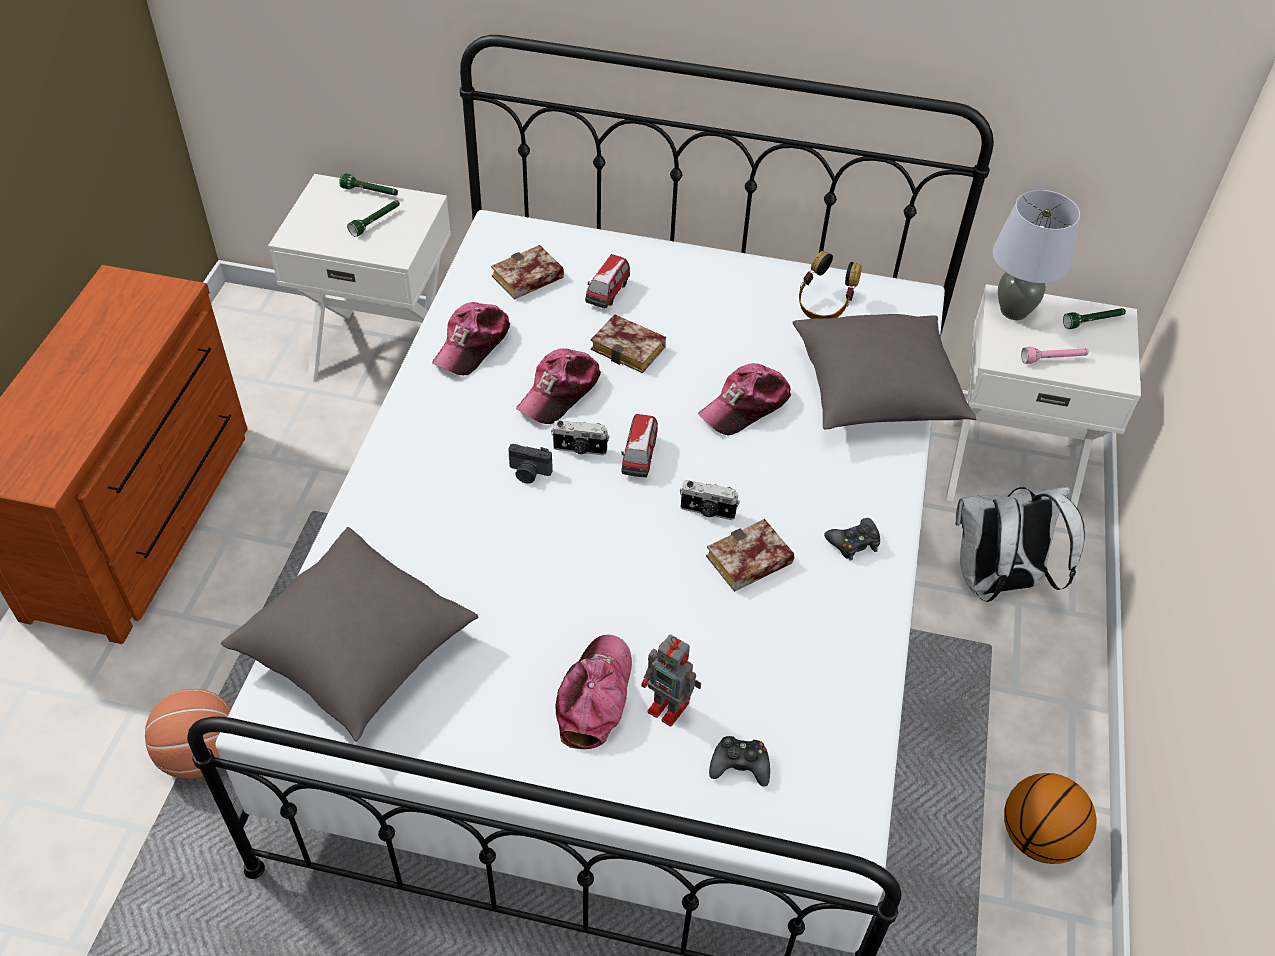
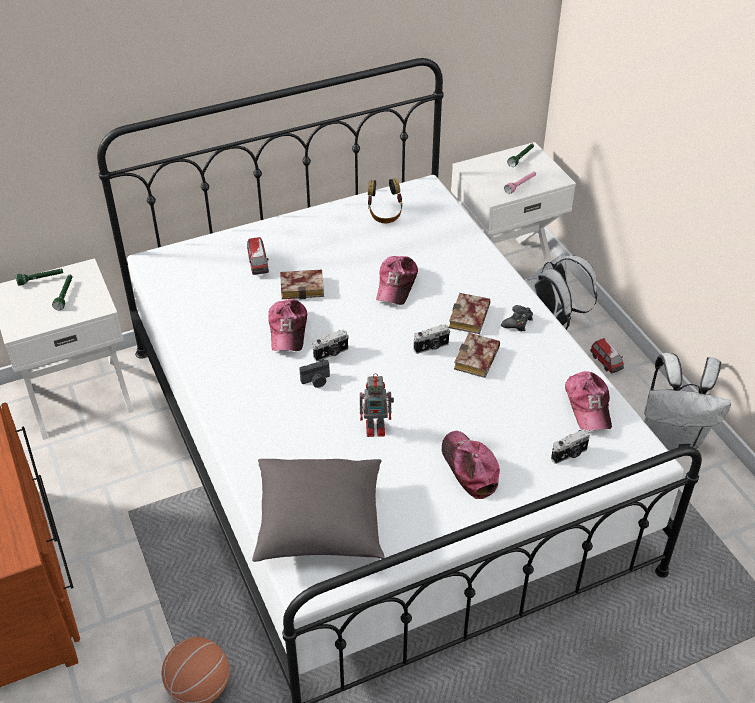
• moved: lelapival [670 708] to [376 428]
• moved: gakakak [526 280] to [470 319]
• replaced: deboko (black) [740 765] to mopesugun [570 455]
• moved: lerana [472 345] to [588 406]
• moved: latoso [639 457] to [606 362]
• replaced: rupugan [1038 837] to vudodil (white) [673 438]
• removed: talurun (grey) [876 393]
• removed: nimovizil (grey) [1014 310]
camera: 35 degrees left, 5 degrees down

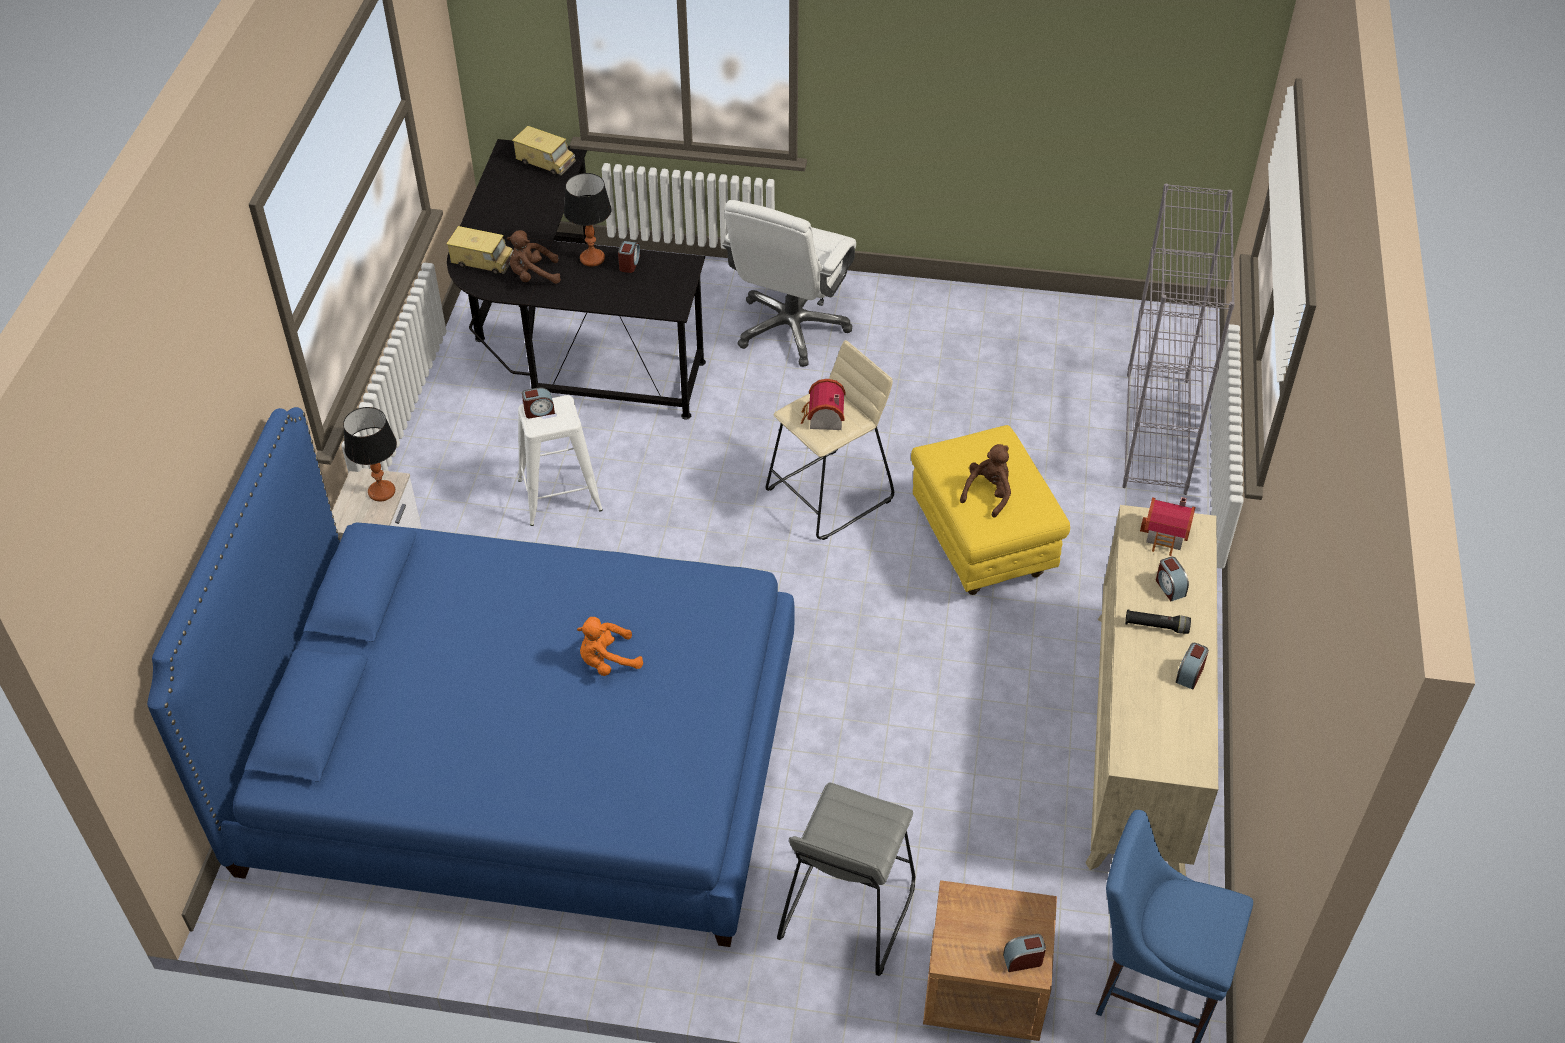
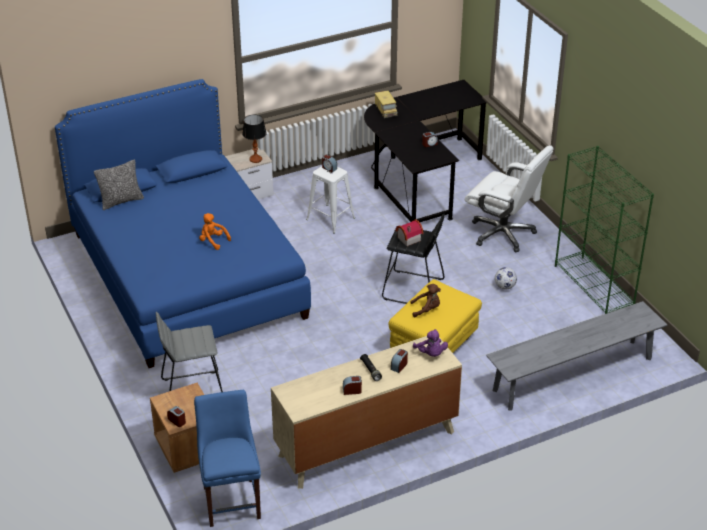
• added: talurun [121 201]
• recoloured: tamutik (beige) [829 495] to tamutik (black) [413 290]
• replaced: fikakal [1166 536] to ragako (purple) [430 354]
• turned: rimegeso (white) [791 328] = [503 233] 135 degrees counterclockwise
• replaced: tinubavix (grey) [1156 433] to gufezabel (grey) [573 374]
• added: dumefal [505 287]
• added: tinubavix (green) [594 286]
• removed: ragako (brown) [533 275]
• removed: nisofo [545 161]
• removed: nimovizil [592 258]
camera: 55 degrees right, 10 degrees down

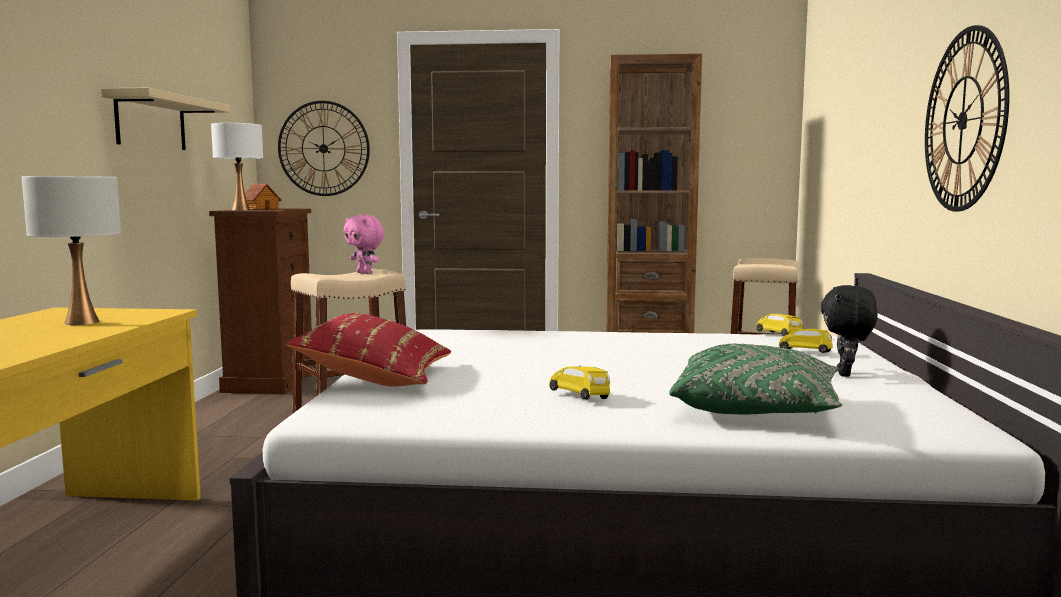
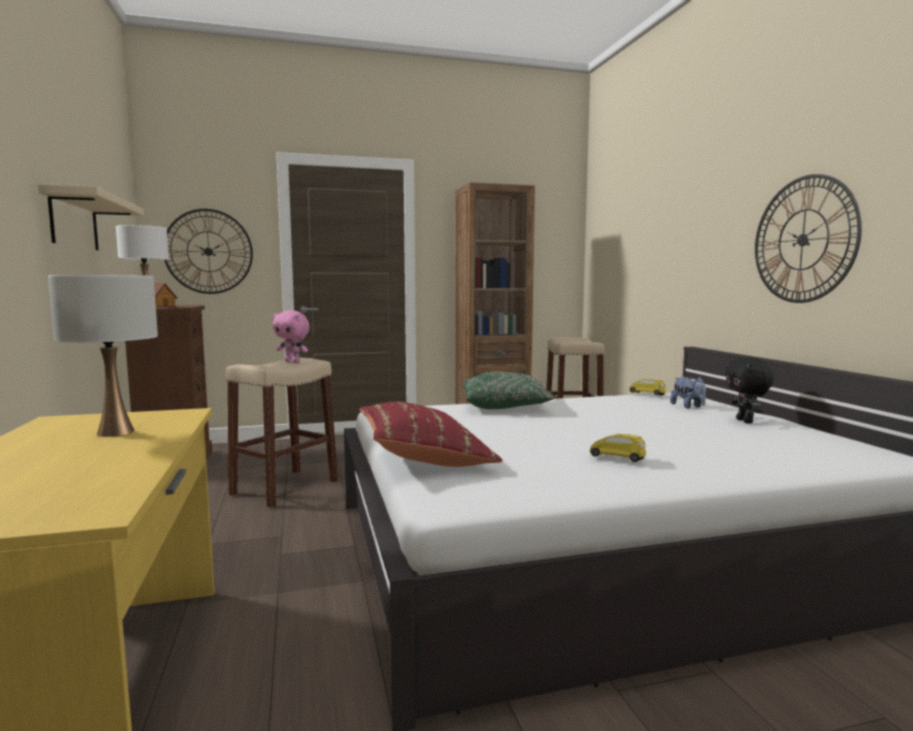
• moved: talurun (green) [756 409] to [505 406]
• replaced: latoso (yellow) [805 352] to ragako [688 406]
camera: 20 degrees left, 0 degrees up

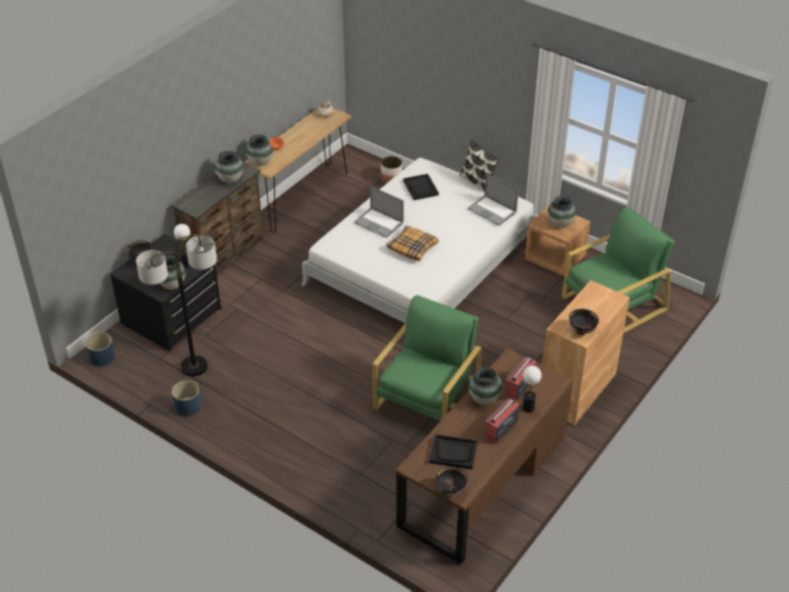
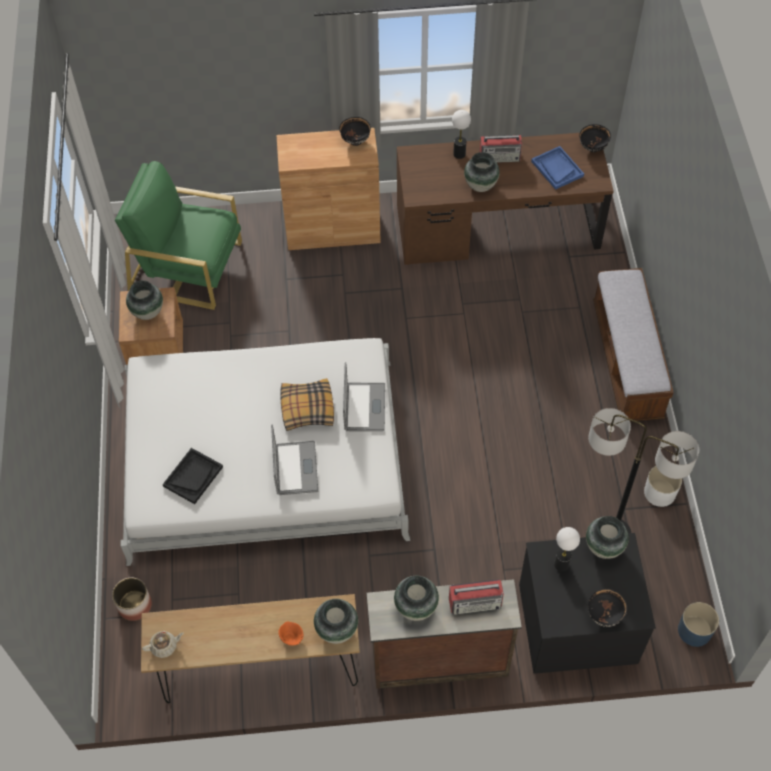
• moved: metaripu [492 210] to [364 407]
• moved: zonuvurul [519 386] to [476 603]
• recoloured: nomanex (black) [453 452] to nomanex (blue) [557 169]
• added: gufezabel [626 360]
• recoloured: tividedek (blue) [188 407] to tividedek (white) [660 492]
• removed: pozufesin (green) [427 397]
• removed: talurun [478 182]
camera: 130 degrees left, 15 degrees up

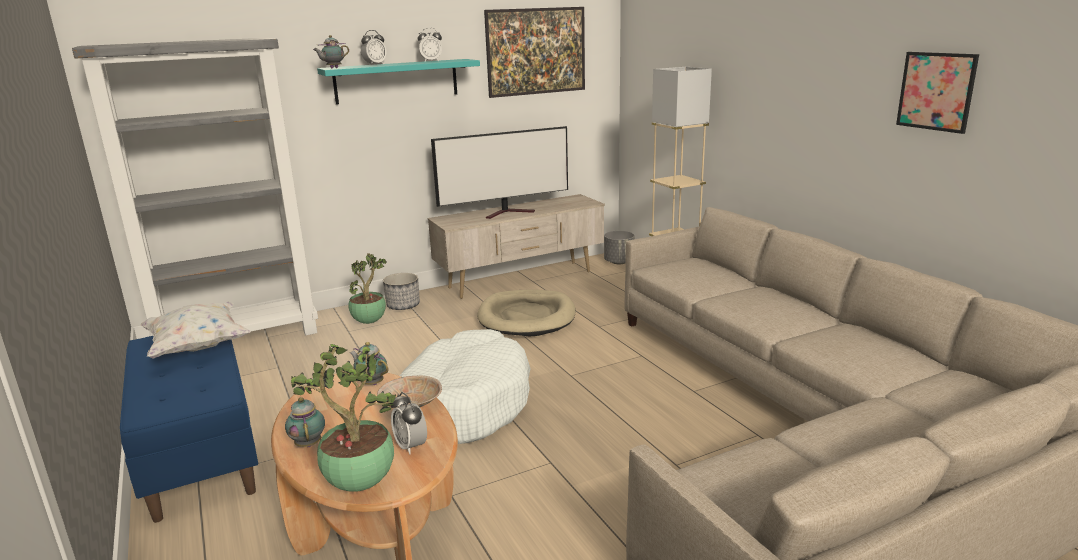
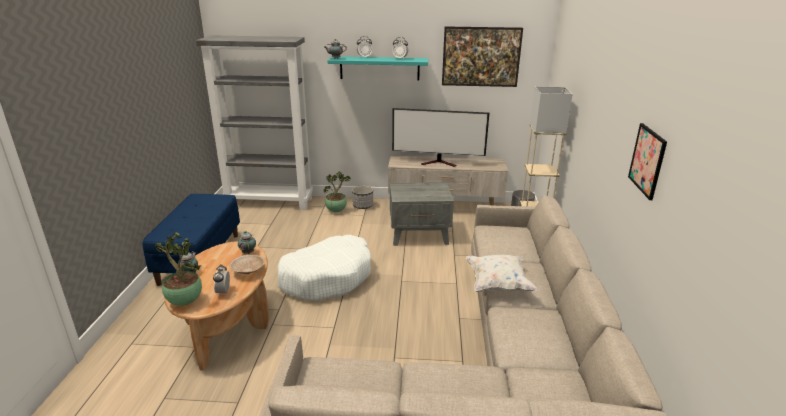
• replaced: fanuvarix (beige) [527 317] to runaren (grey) [419 235]
• moved: talurun (white) [198 347] to [497 284]
camera: 30 degrees right, 5 degrees up

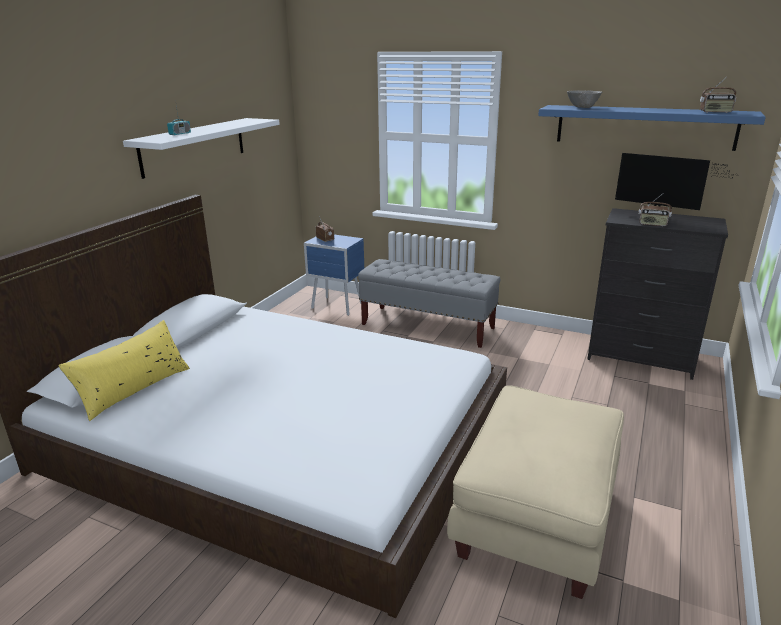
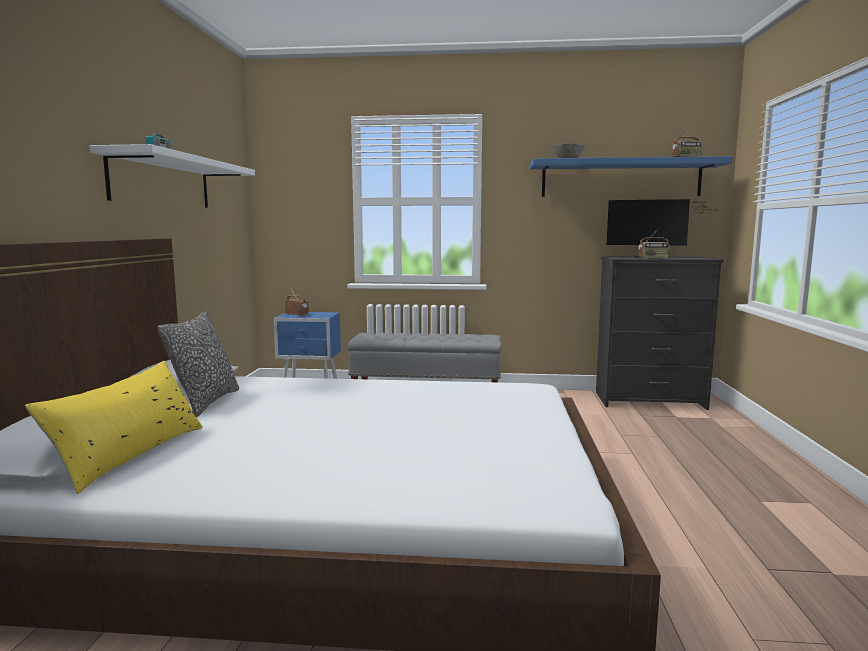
• added: talurun [205 402]
• removed: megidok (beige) [535 517]
camera: 20 degrees left, 15 degrees down

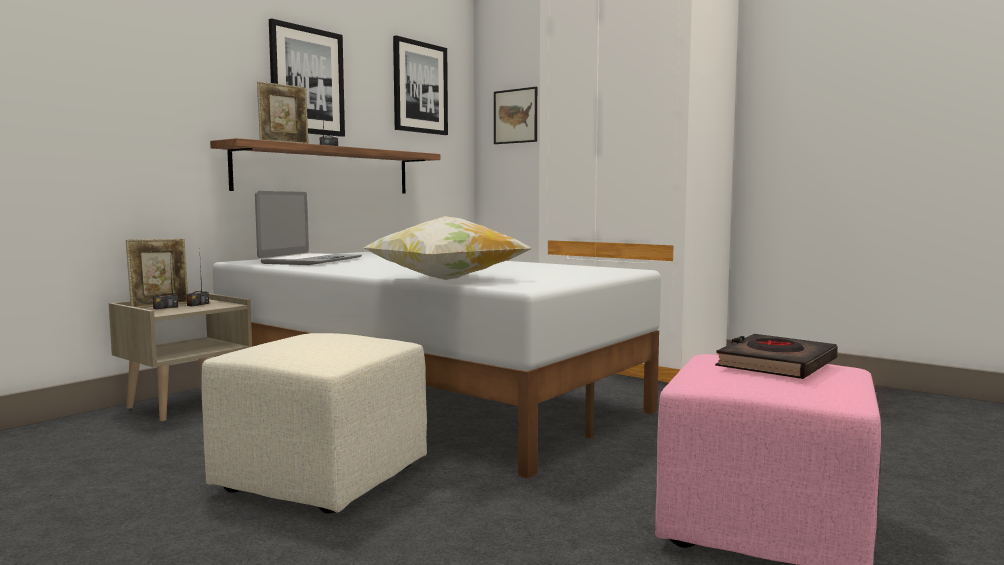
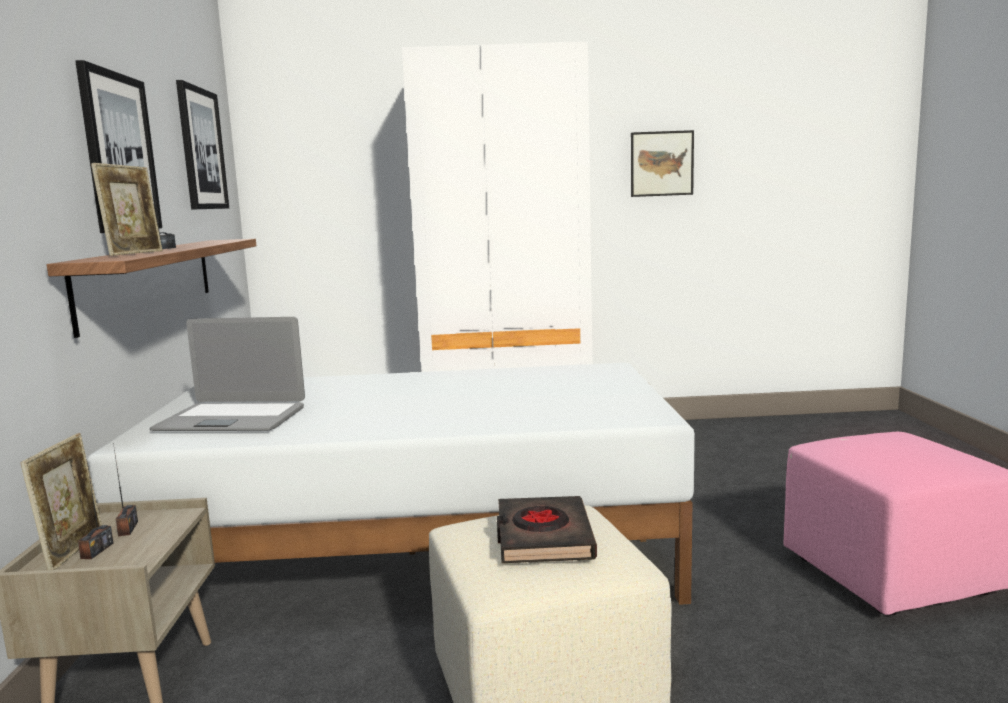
• turned: metaripu [310 261] = [232 419] 120 degrees clockwise
• moved: gakakak (black) [776 365] to [543 537]
• moved: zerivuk [515 116] to [661 163]
• removed: talurun [446 279]
camera: 40 degrees left, 5 degrees up

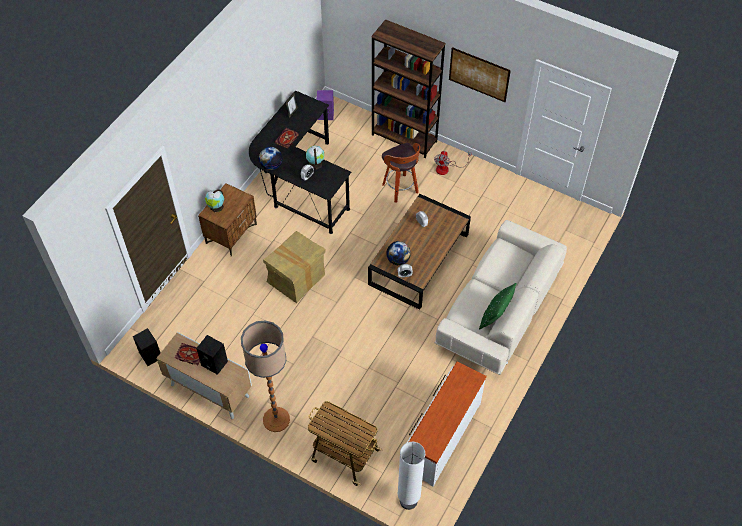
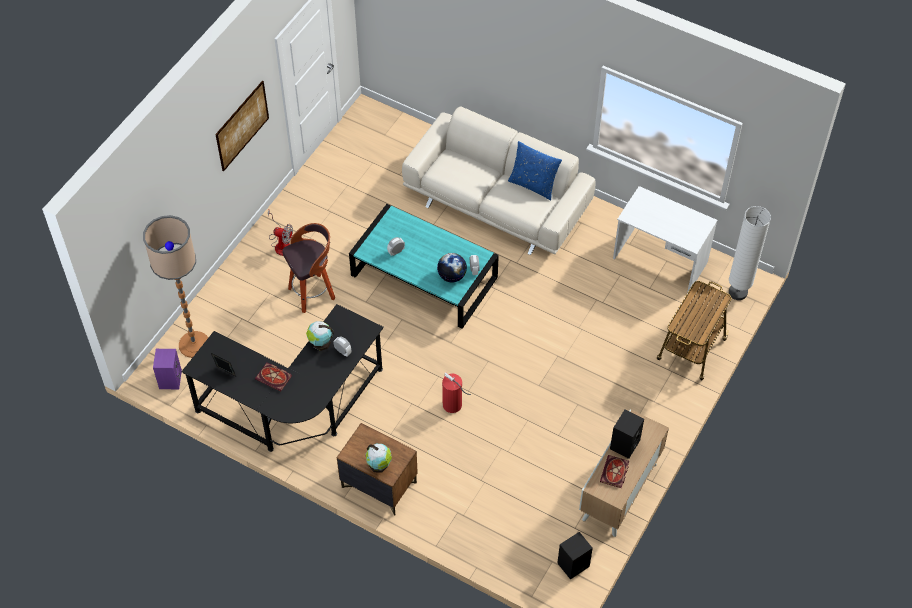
• moved: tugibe [276 419] to [194 345]
• recoloured: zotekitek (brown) [419 259] to zotekitek (turquoise) [424 276]
• replaced: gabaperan [296 278] to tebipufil [453 405]
• recoloured: talurun (green) [495 316] to talurun (blue) [533 185]
• replaced: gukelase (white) [442 436] to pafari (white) [660 261]
• removed: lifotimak [271 166]
• removed: tinubavix (brown) [404 138]
camera: 90 degrees left, 0 degrees up

